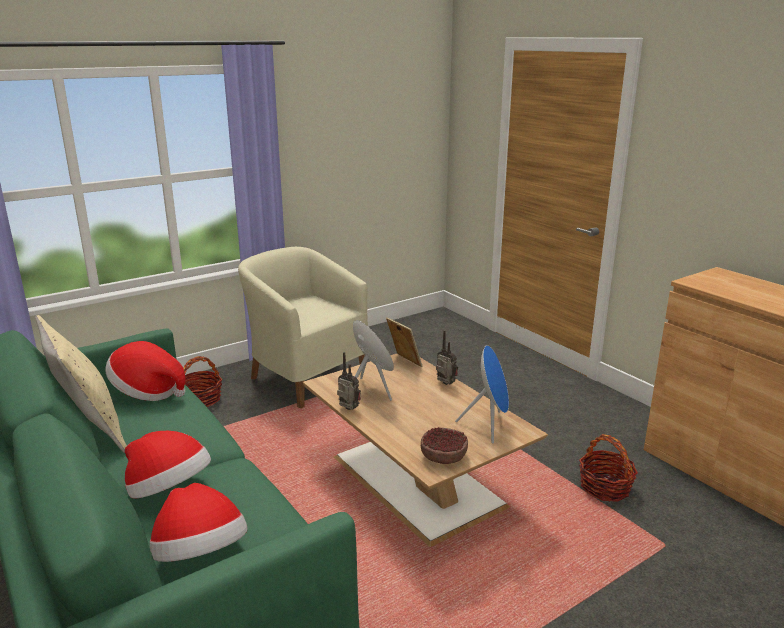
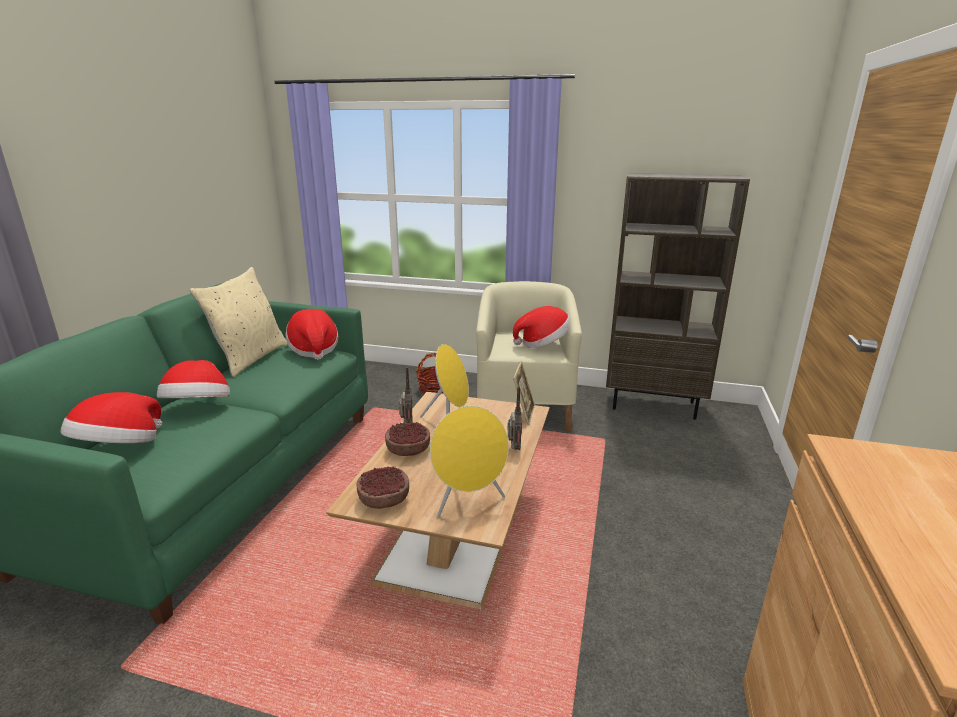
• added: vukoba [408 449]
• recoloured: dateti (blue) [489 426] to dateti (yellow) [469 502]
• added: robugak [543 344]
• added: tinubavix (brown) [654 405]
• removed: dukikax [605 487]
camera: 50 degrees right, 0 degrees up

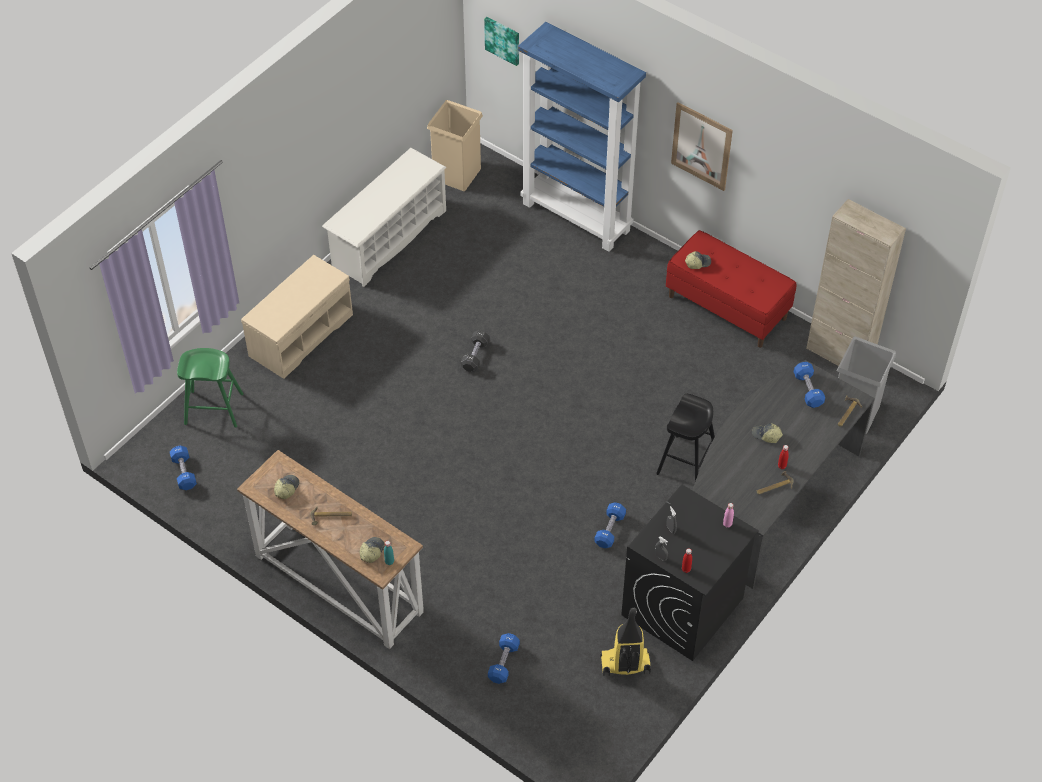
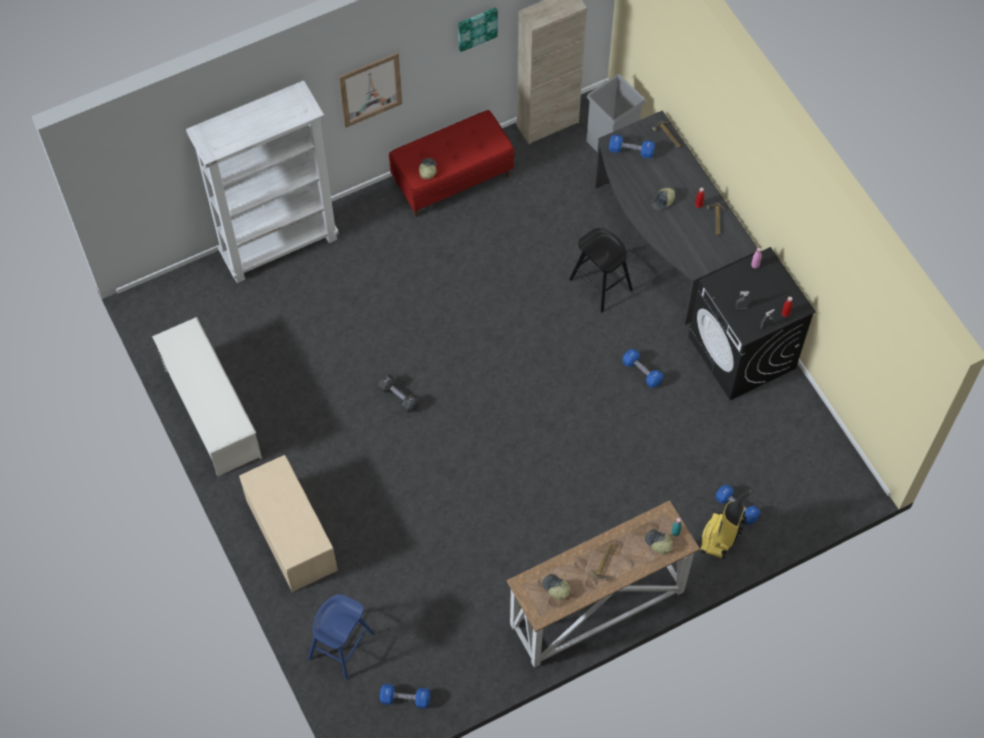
• recoloured: tinubavix (blue) [577 217] to tinubavix (white) [280 246]
• recoloured: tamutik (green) [213 409] to tamutik (blue) [341 646]
• moved: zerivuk [503 40] to [476 28]
• moved: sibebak [625 664] to [719 537]
• removed: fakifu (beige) [457 174]
camera: 65 degrees left, 10 degrees up

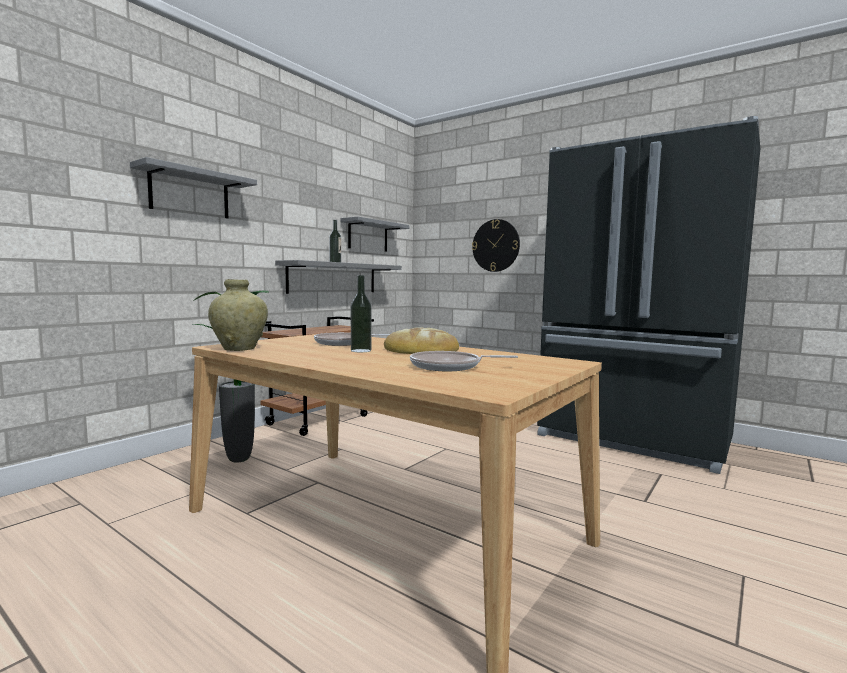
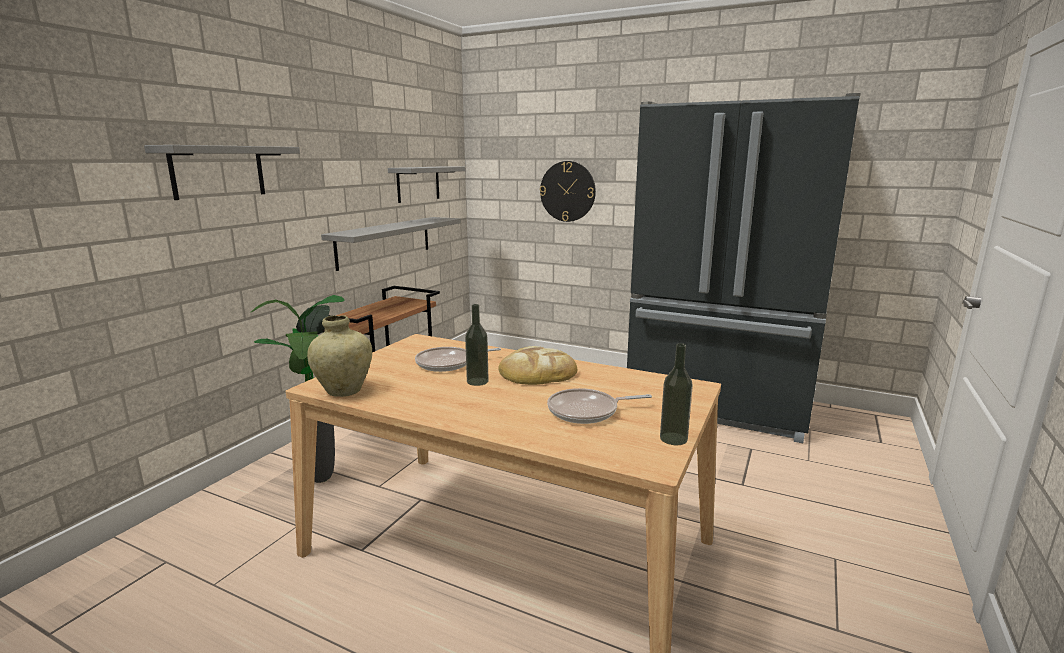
• moved: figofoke [335 262] to [673 439]
camera: 10 degrees left, 10 degrees up

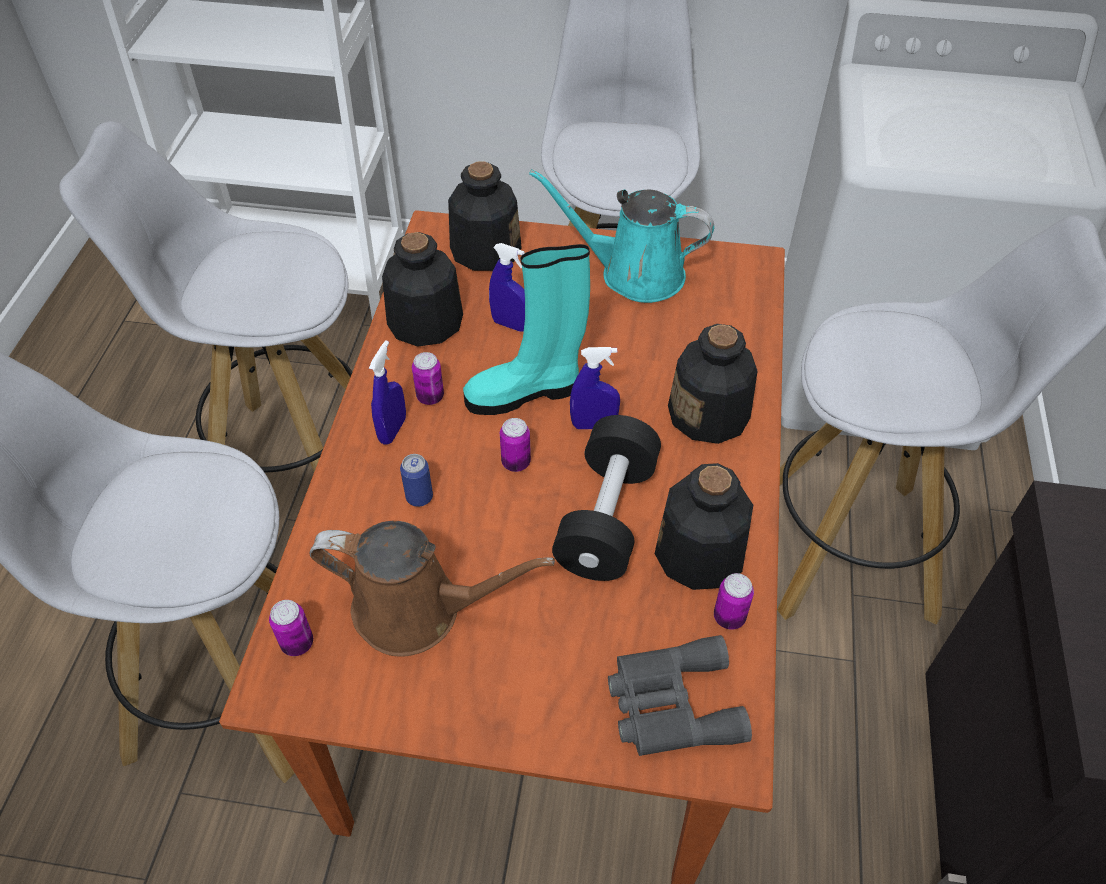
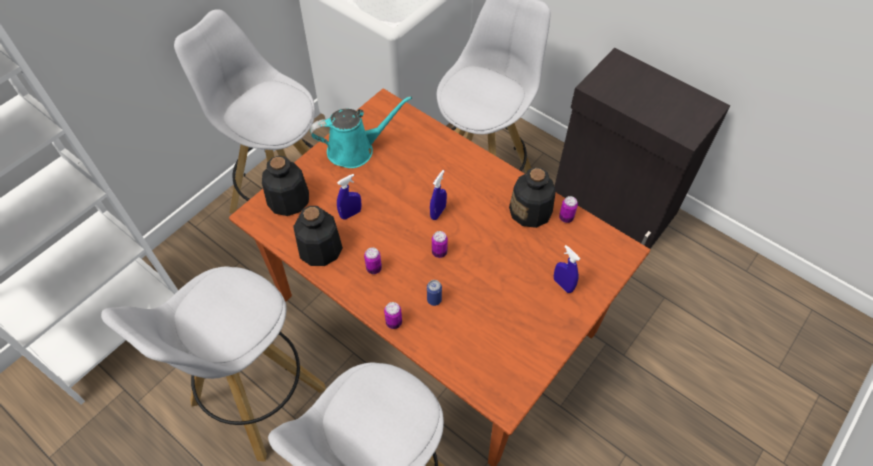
• turned: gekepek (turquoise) [633 273] = [355 149] 150 degrees counterclockwise
• moved: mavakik [297 643] to [394 322]
• moved: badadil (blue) [392 430] to [563 285]
• removed: gekepek (brown) [418 610]
• removed: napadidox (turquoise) [525 392]
• removed: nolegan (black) [607 517]
• removed: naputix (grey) [670 703]
• removed: figofoke [709 414]
camera: 60 degrees left, 5 degrees up

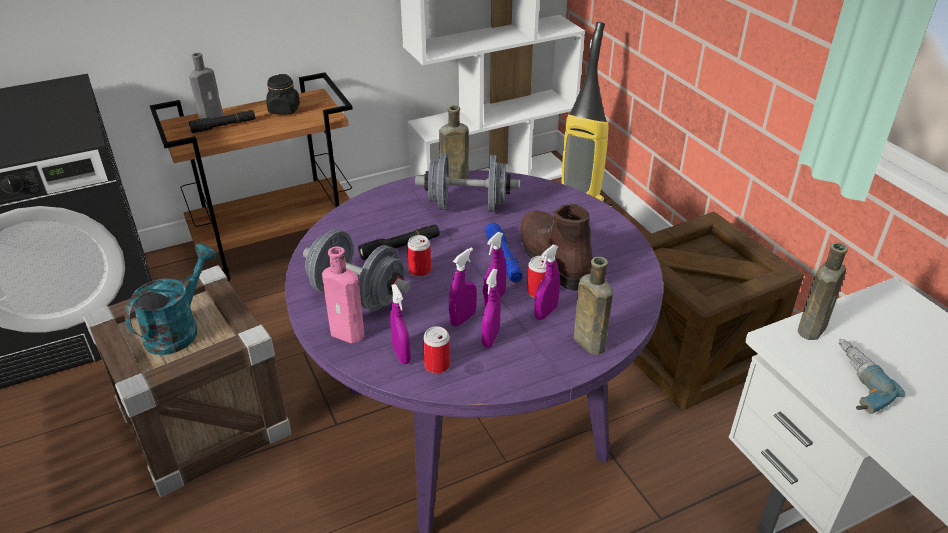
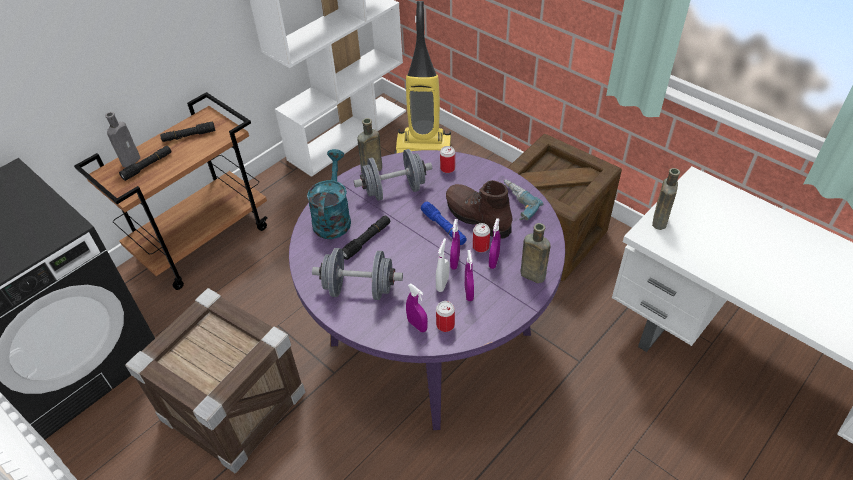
• replaced: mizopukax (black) [284 110] to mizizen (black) [189 136]
• moved: gekepek (turquoise) [178 329] to [333 217]
• recoloured: badadil (purple) [463 319] to badadil (white) [442 284]
• moved: mavakik [420 270] to [447 168]
• moved: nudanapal [851 382] to [515 204]
• removed: figofoke (pink) [349 334]
camera: 20 degrees left, 10 degrees up

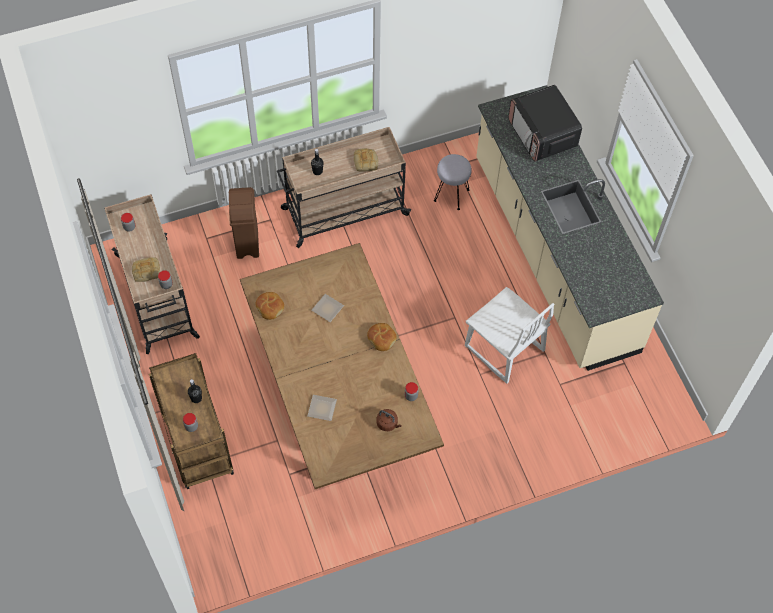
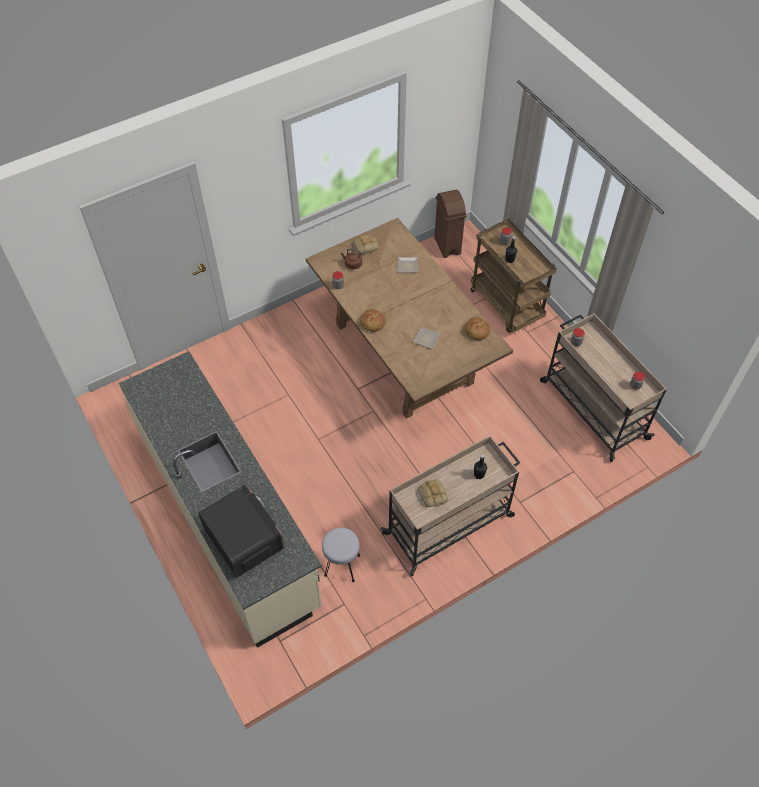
• moved: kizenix [146 271] to [366 246]
• moved: fakifu (brown) [247 243] to [447 245]
• removed: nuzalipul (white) [503 349]
camera: 170 degrees right, 5 degrees down

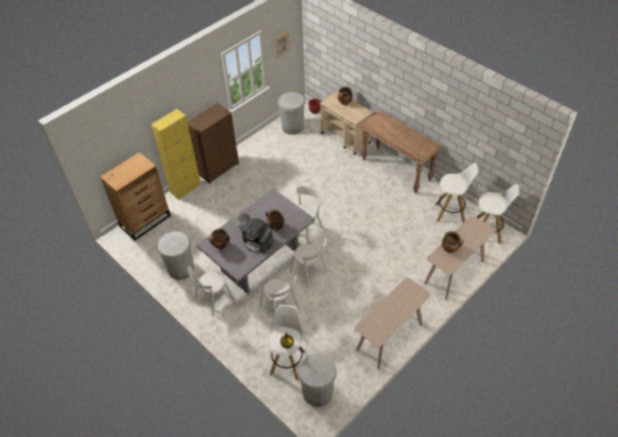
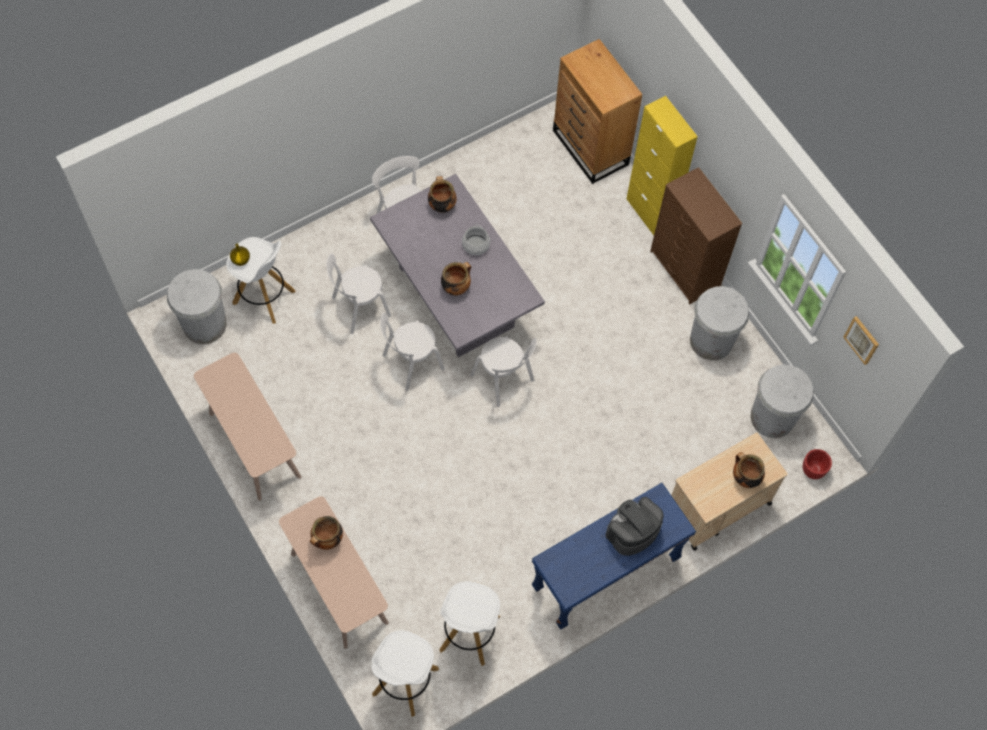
• recoloured: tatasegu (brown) [396 170] to tatasegu (blue) [605 575]
• moved: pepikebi [258 242] to [632 531]
• moved: fakifu (white) [181 269] to [711 340]
camera: 100 degrees right, 15 degrees up

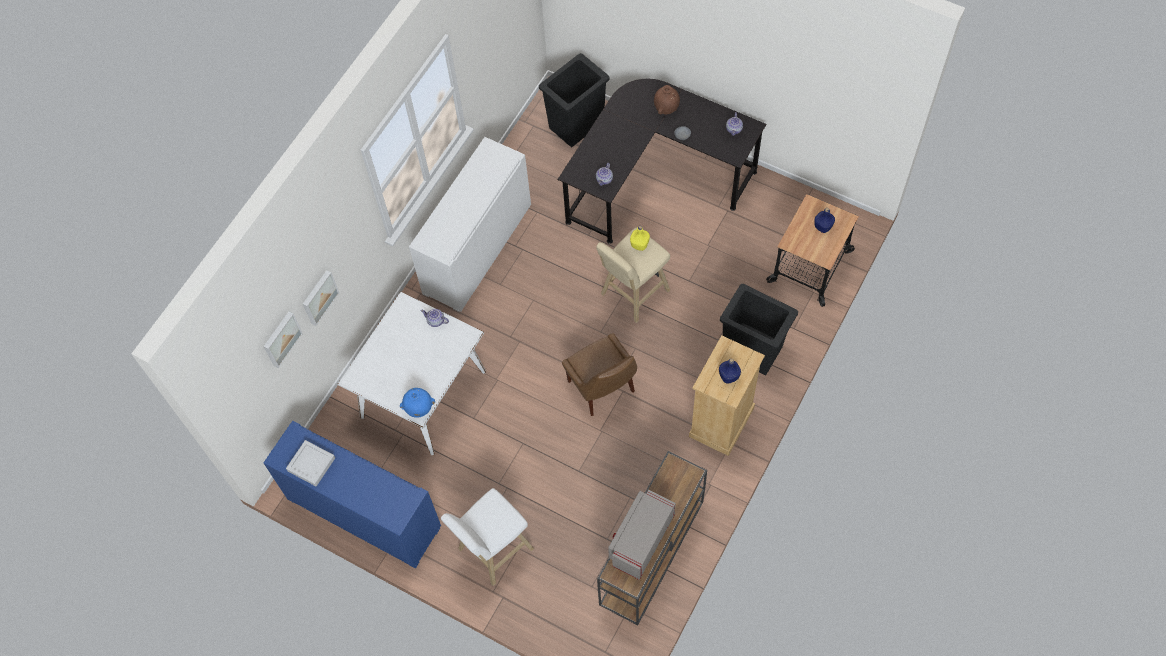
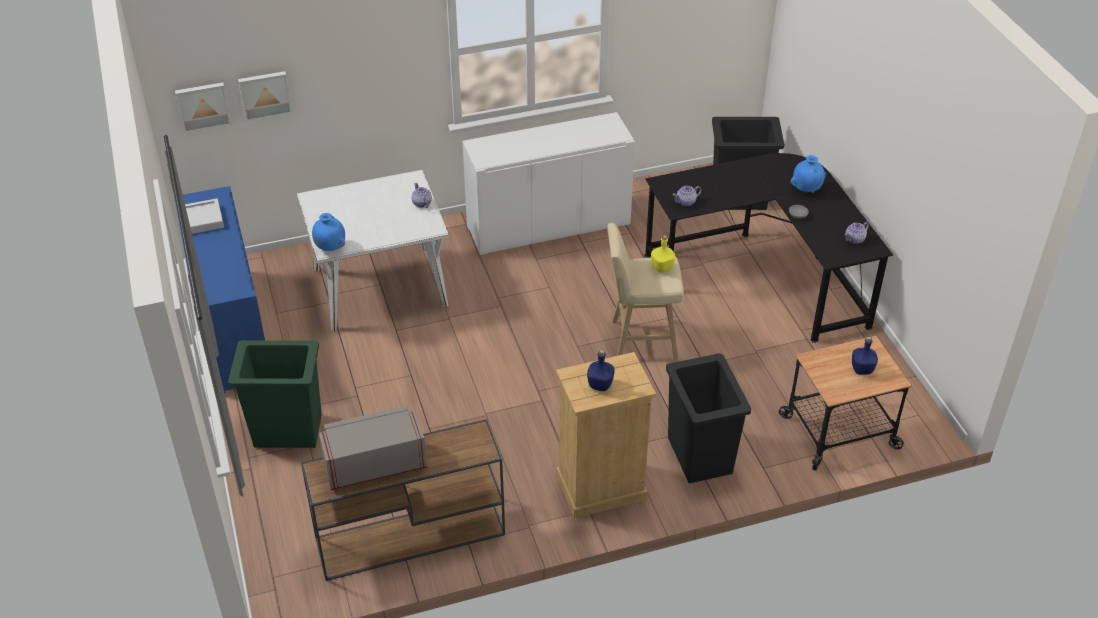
• moved: zerivuk [319 297] to [203 106]
• replaced: tamutik (white) [493 551] to fakifu (green) [287 430]
• recoloured: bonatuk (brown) [666 108] to bonatuk (blue) [806 189]
• removed: nuzalipul (brown) [602 388]
camera: 40 degrees right, 20 degrees down

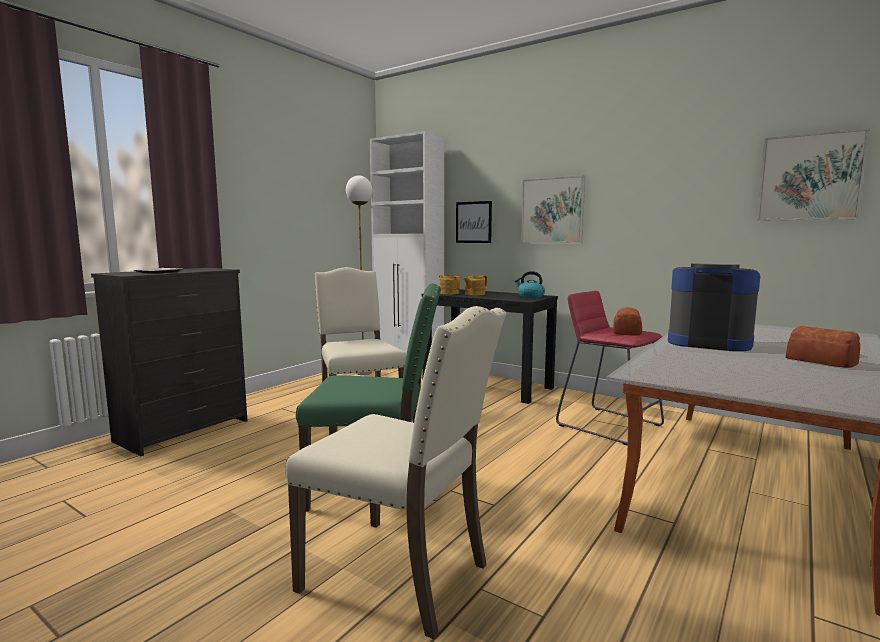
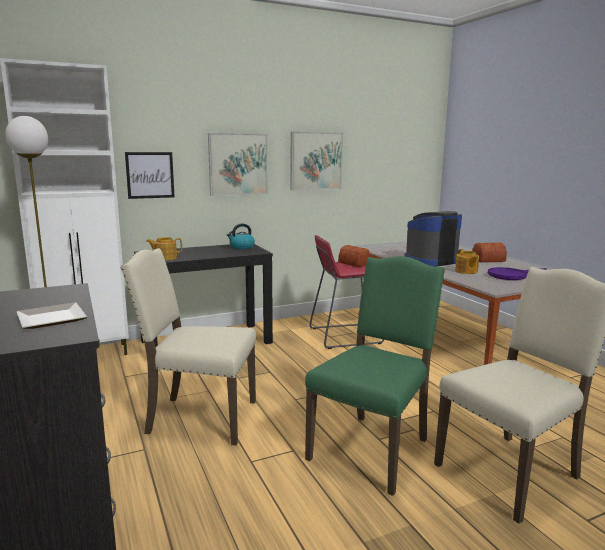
• moved: zerivuk [810 177] to [316 161]
• moved: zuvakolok [474 294] to [466 271]
• added: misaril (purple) [511 276]
camera: 60 degrees left, 5 degrees up

